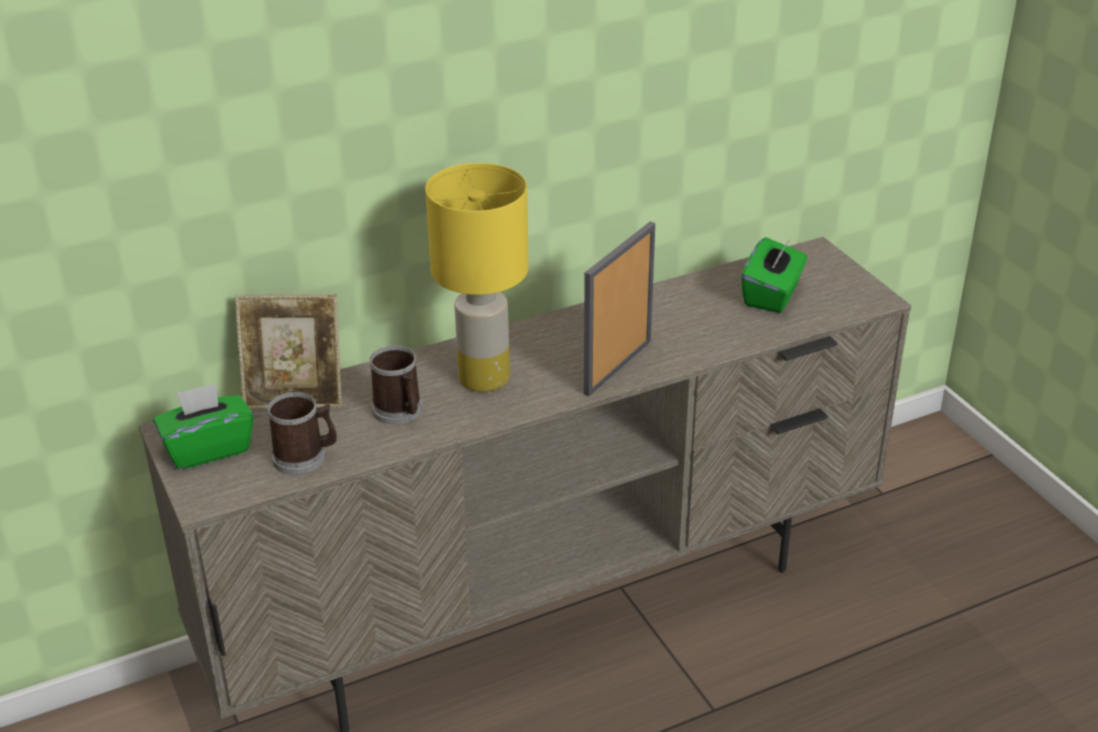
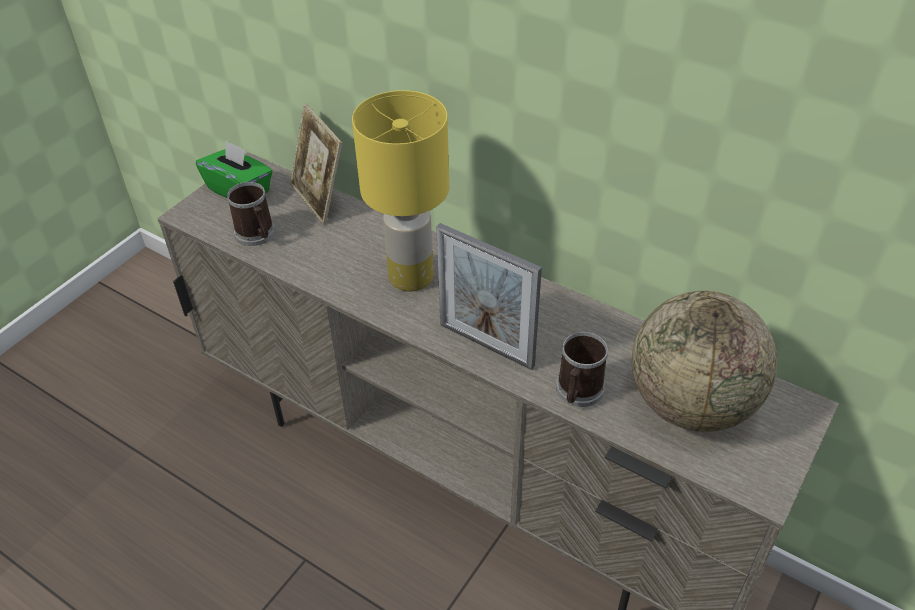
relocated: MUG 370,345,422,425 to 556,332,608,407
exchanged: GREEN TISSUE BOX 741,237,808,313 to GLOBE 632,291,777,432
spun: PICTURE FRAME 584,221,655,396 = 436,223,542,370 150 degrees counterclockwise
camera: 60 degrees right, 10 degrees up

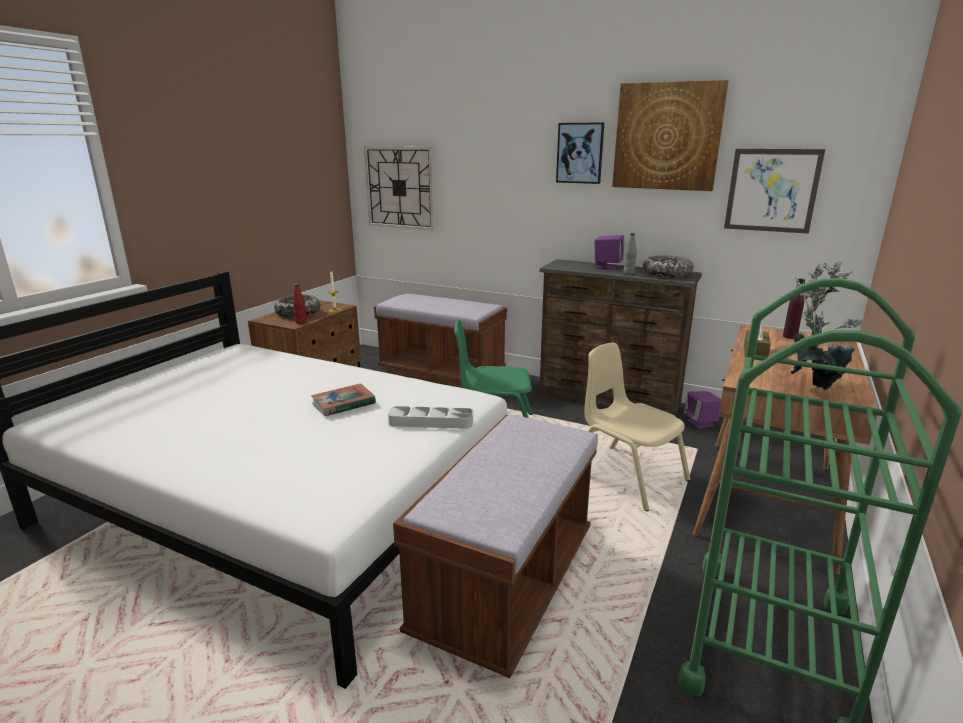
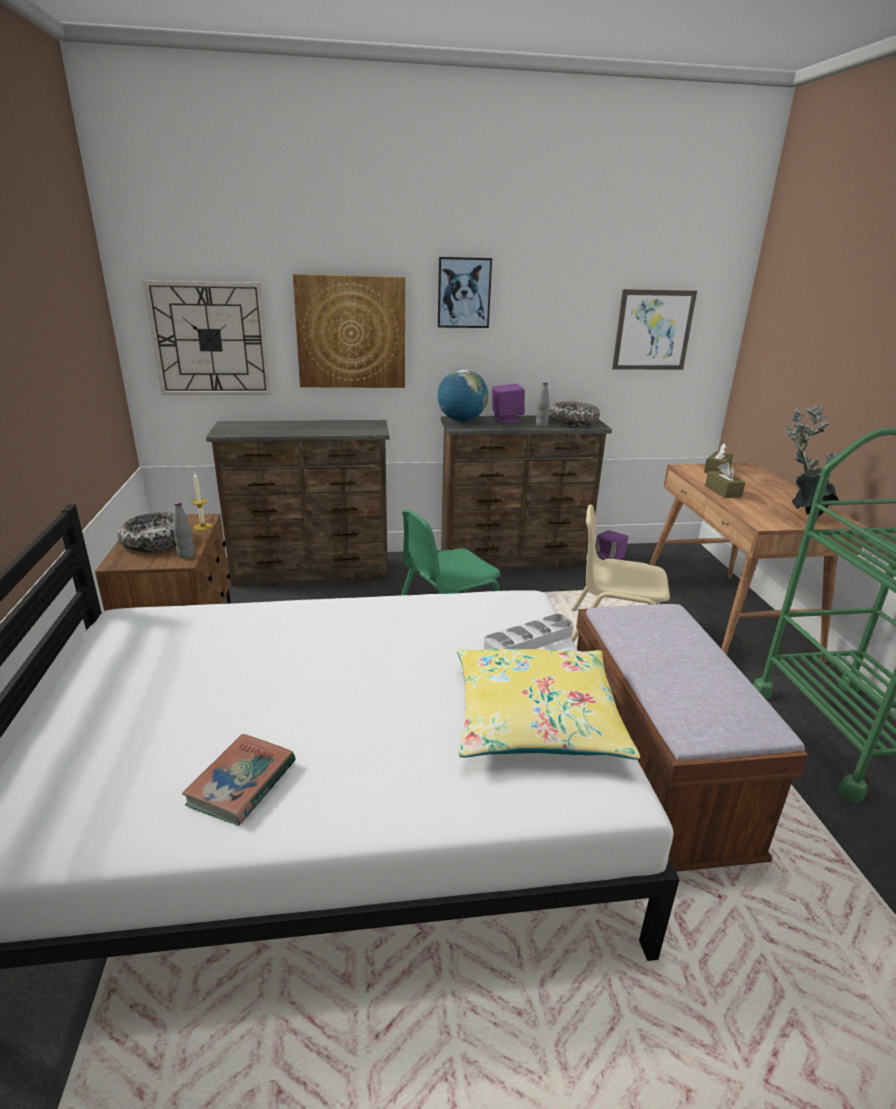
appeared: GLOBE 437,369,488,422; YELLOW PILLOW 457,649,640,760
relocated: BOOK 311,383,376,416 to 182,734,295,826; PICTURE 612,80,729,191 to 293,274,405,388
exchanged: BROWN BENCH 374,294,507,387 to BROWN DRESSER 206,420,389,587; PURPLE BOTTLE 783,279,805,339 to BROWN TISSUE BOX 704,443,733,473
colour: RED BOTTLE 293,284,307,324 to GREY BOTTLE 173,502,195,559
camera: 35 degrees left, 5 degrees up

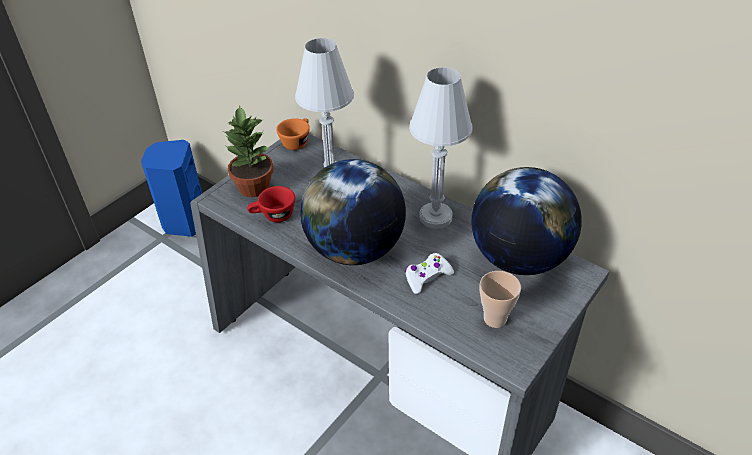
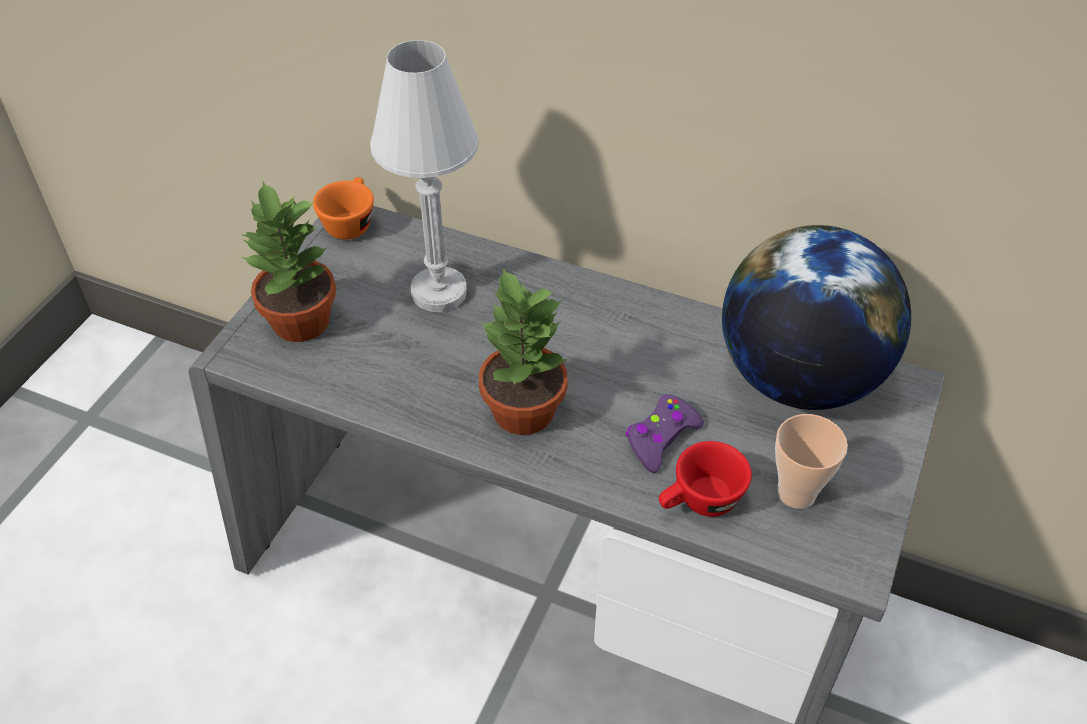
missing: BLUE SPEAKER 141,140,202,237; WHITE TABLE LAMP 409,67,473,229
relocated: RED CUP 247,186,295,222 to 659,441,752,517
exchanged: GLOBE 300,159,406,265 to POTTED PLANT 479,268,568,435
colour: WHITE GAME CONTROLLER 405,253,454,294 to PURPLE GAME CONTROLLER 626,394,704,473
camera: 15 degrees left, 5 degrees up

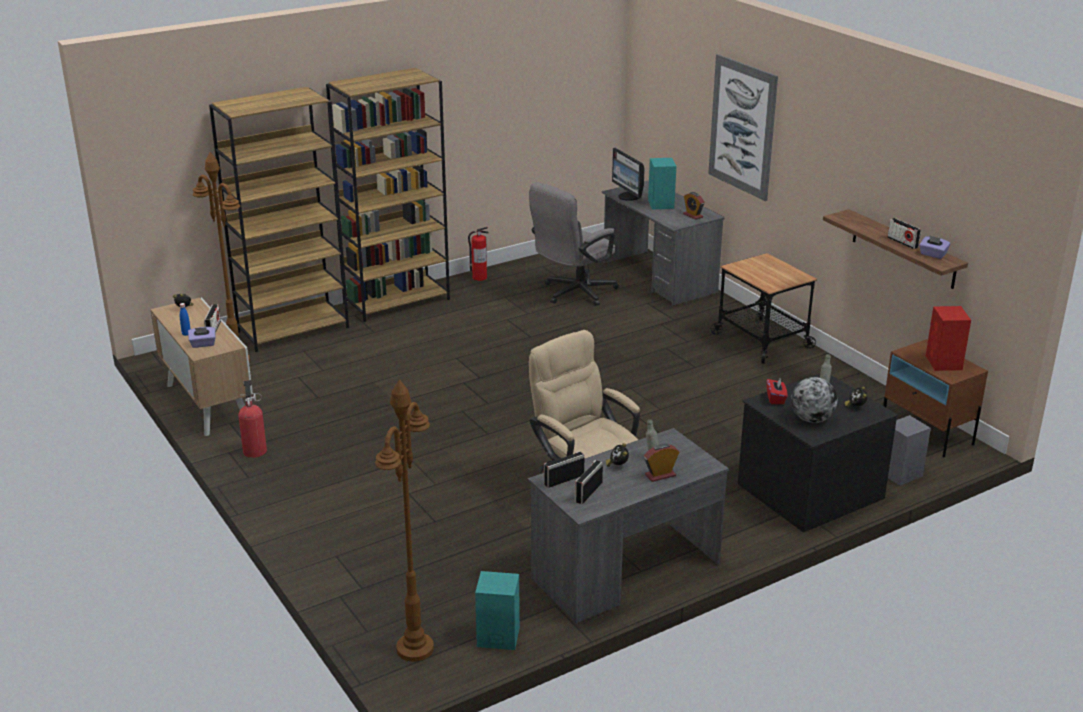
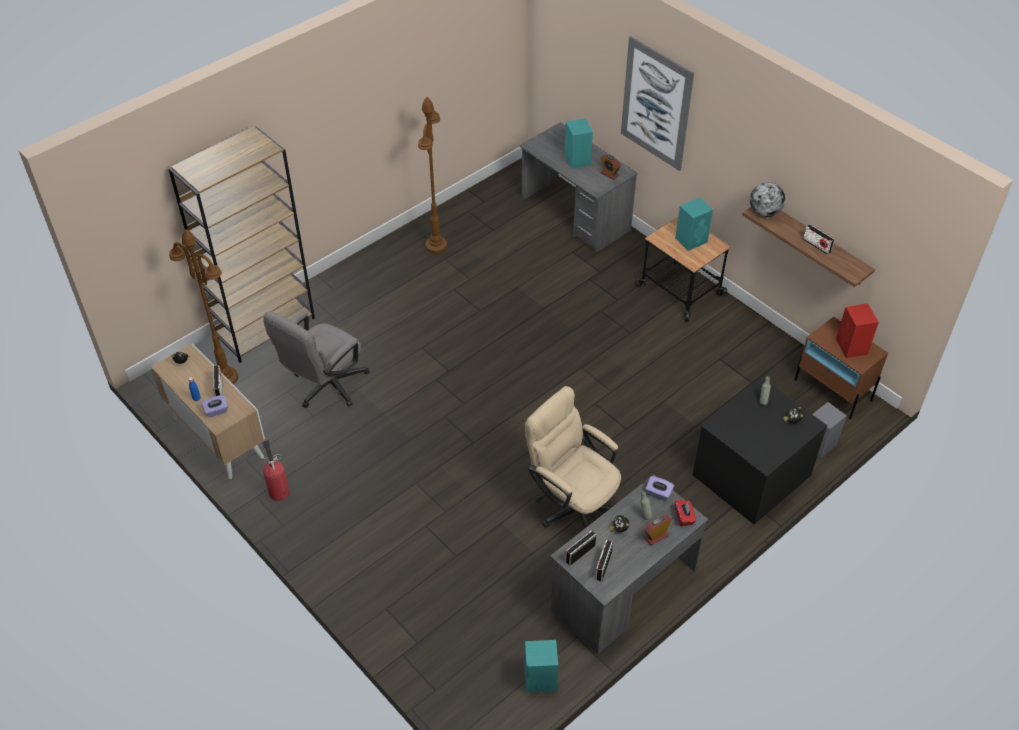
missing: BROWN BOOKCASE 326,68,450,322; FIRE EXTINGUISHER 468,227,488,281; MONITOR 612,148,645,201
appeared: TURQUOISE SPEAKER 675,197,713,251
relocated: GREY OFFICE CHAIR 529,182,619,306 to 263,311,370,408; BROWN FLOOR LAMP 375,380,434,662 to 418,97,447,253; PURPLE TISSUE BOX 919,235,950,259 to 645,476,674,501; RED TISSUE BOX 767,379,788,404 to 675,500,696,526; GLOBE 791,377,838,423 to 750,182,785,217
camera: 10 degrees left, 20 degrees up

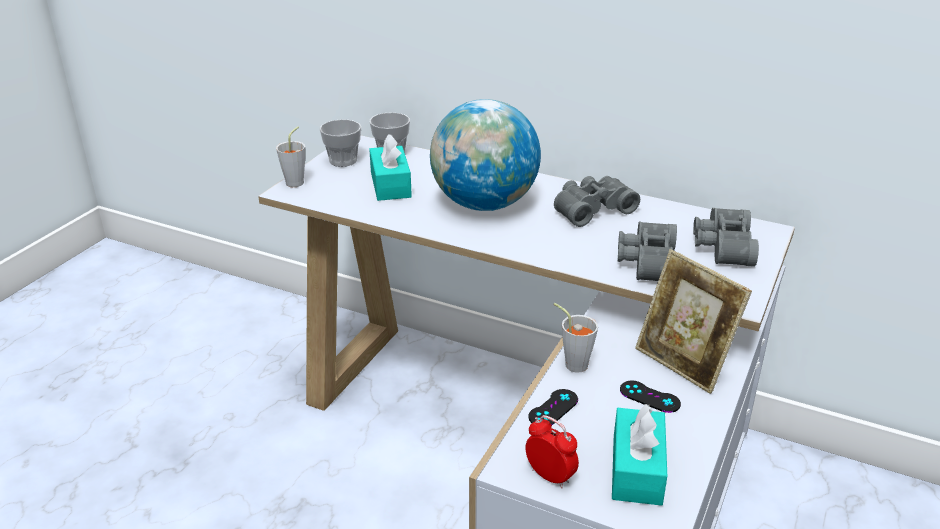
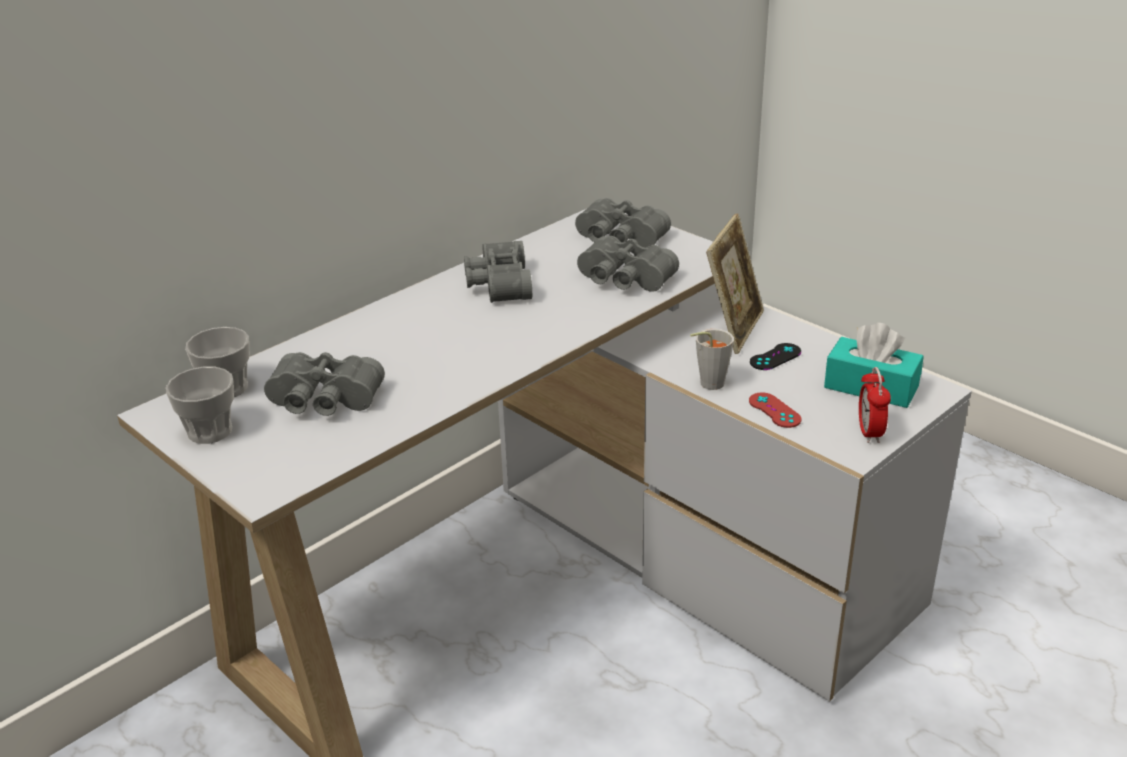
missing: GREY CUP 276,126,305,187; GLOBE 430,99,541,211
exchanged: TURQUOISE TISSUE BOX 369,134,412,201 to GREY BINOCULARS 264,352,385,416
colour: BLACK GAME CONTROLLER 529,389,578,425 to RED GAME CONTROLLER 749,392,802,428
spun: PICTURE FRAME 635,249,752,394 = 706,213,764,354 45 degrees counterclockwise; ALARM CLOCK 526,415,579,489 = 859,367,891,443 60 degrees counterclockwise
camera: 70 degrees left, 0 degrees up

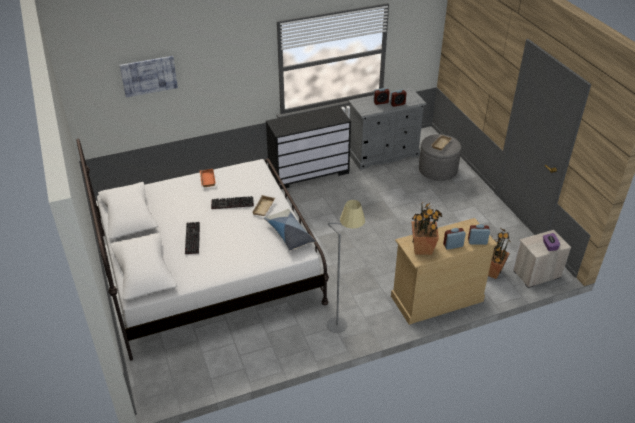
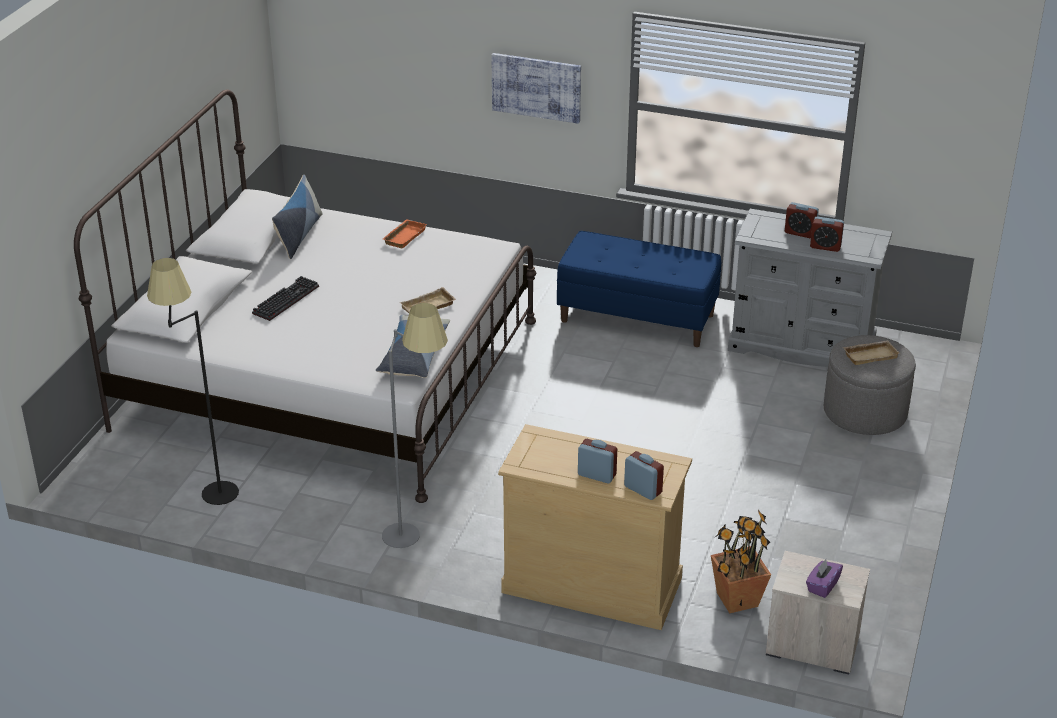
missing: KEYBOARD 211,196,254,209; POTTED PLANT 411,202,442,255
appeared: BLACK FLOOR LAMP 147,258,239,505; PILLOW 272,175,323,259
relocated: PICTURE 119,56,178,97 to 491,53,581,124
exchanged: BLACK DRESSER 266,106,351,189 to BLUE BENCH 557,231,721,347
camera: 40 degrees right, 5 degrees down

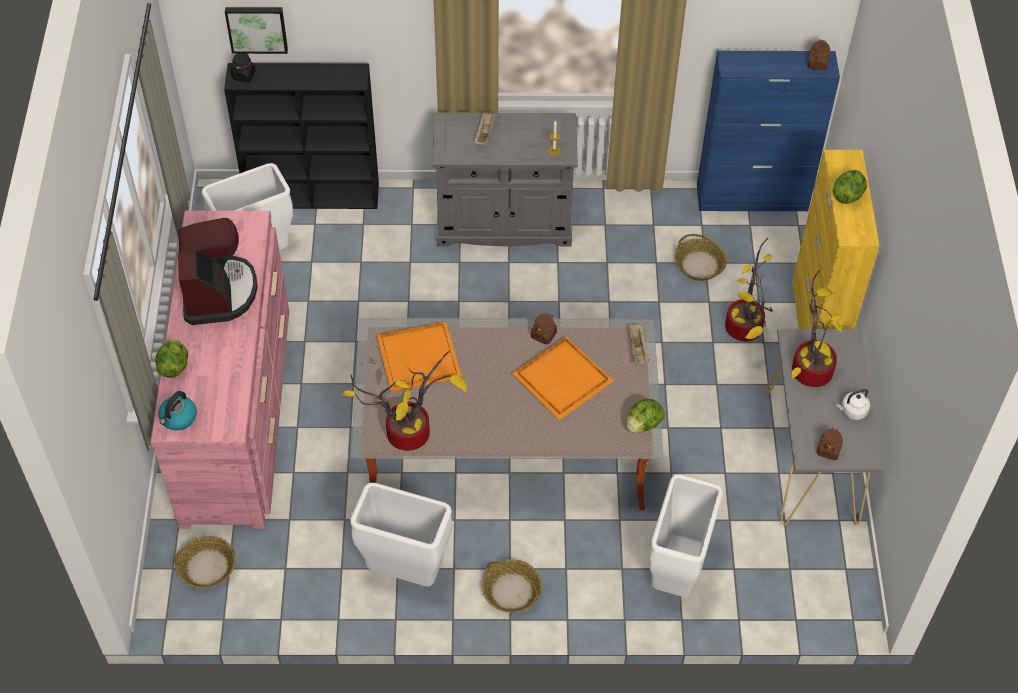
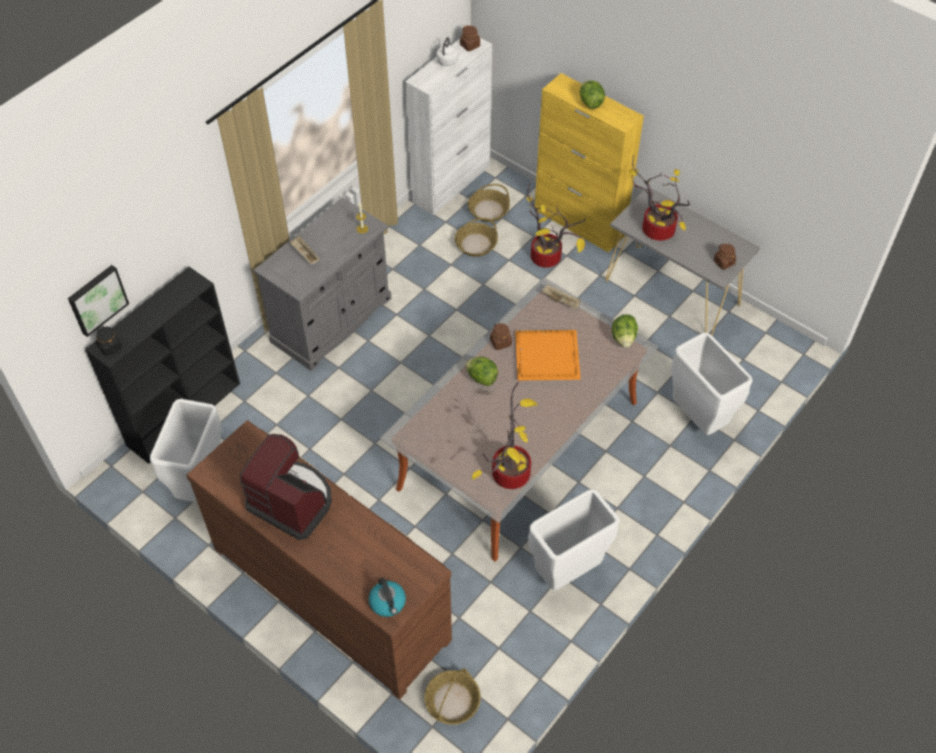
missing: ORANGE TRAY 377,322,462,392
relocated: WHITE KETTLE 836,389,870,420 to 437,37,458,66; LETTUCE 155,339,188,378 to 465,357,498,386; BASKET 482,559,542,613 to 468,184,510,222
colour: PINK DRESSER 150,211,289,529 to BROWN DRESSER 186,420,452,699; BLUE CABINET 697,51,840,211 to WHITE CABINET 405,38,492,215
camera: 50 degrees left, 0 degrees up

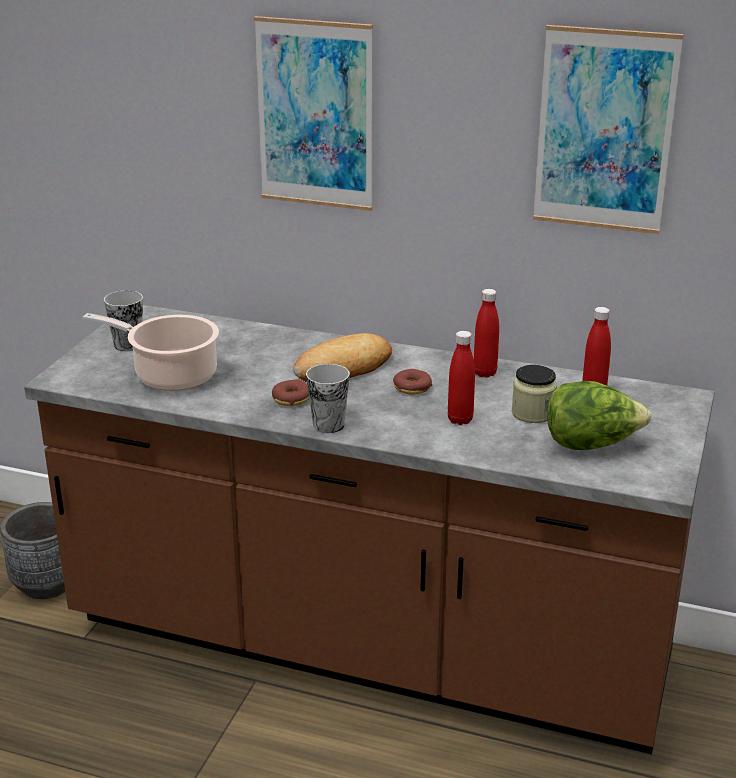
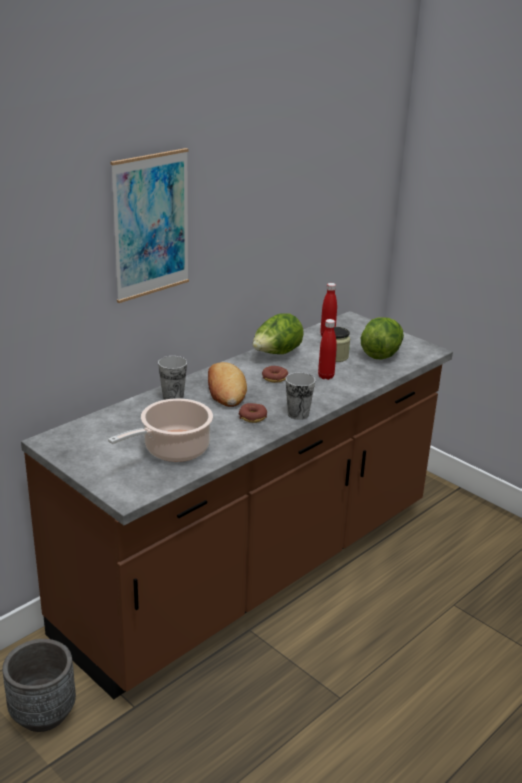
missing: PICTURE 533,25,684,234
relocated: CUP 104,290,143,351 to 158,356,187,400
exchanged: RED BOTTLE 474,289,499,378 to LETTUCE 253,313,304,354
camera: 65 degrees left, 0 degrees up

